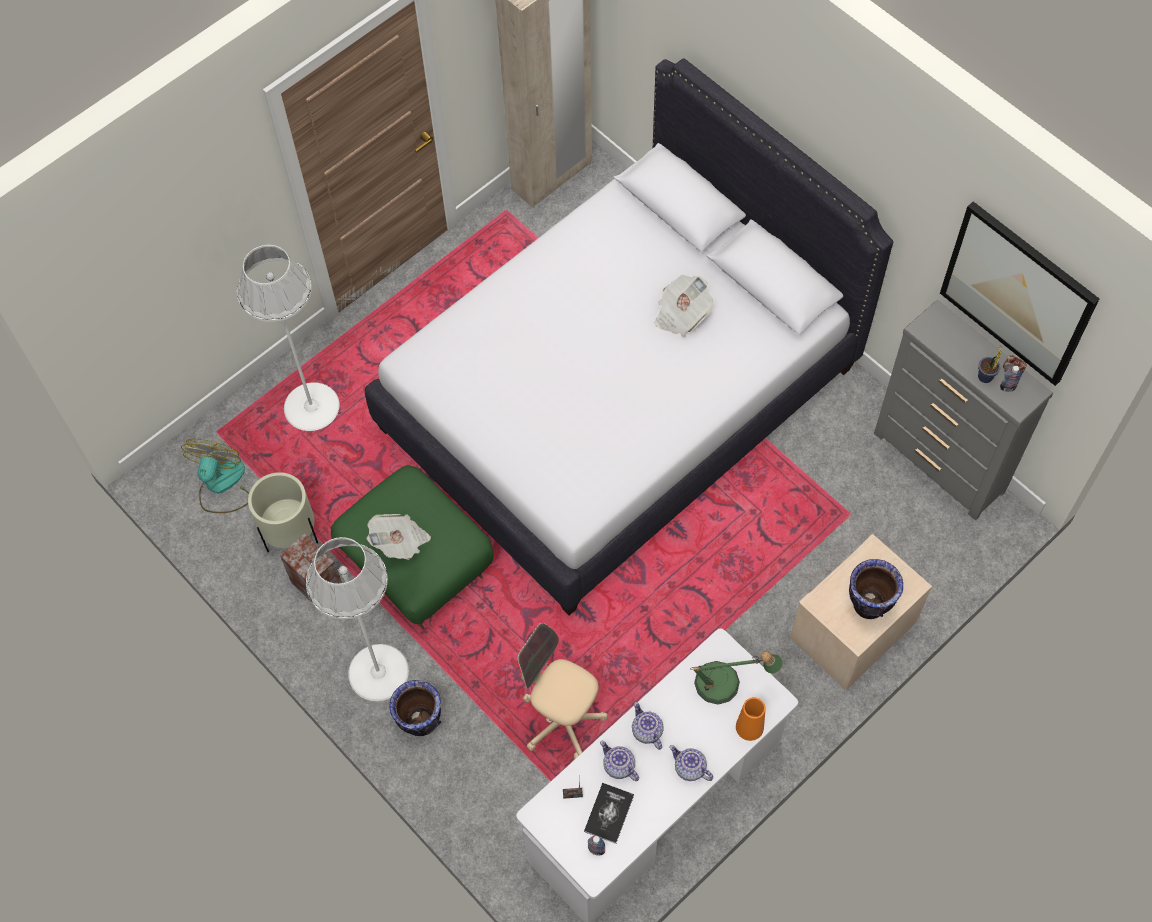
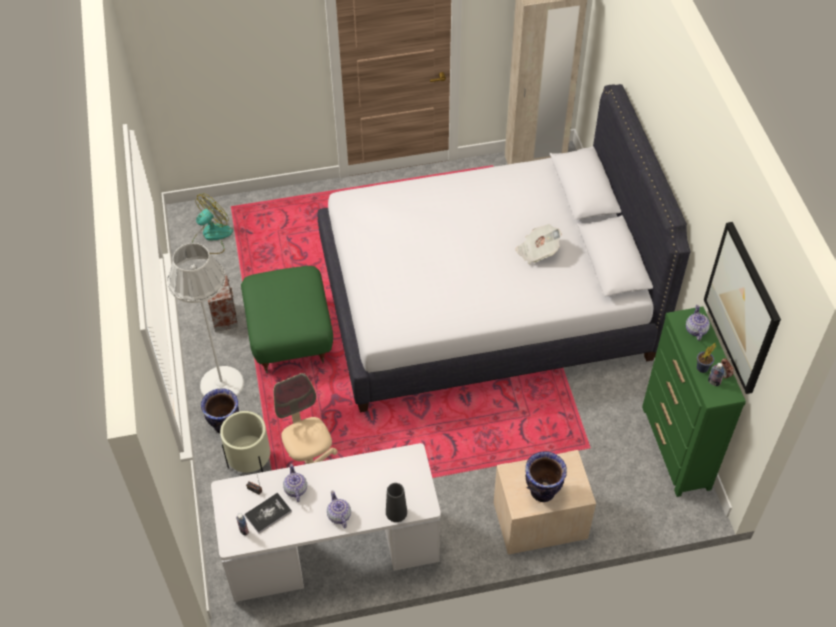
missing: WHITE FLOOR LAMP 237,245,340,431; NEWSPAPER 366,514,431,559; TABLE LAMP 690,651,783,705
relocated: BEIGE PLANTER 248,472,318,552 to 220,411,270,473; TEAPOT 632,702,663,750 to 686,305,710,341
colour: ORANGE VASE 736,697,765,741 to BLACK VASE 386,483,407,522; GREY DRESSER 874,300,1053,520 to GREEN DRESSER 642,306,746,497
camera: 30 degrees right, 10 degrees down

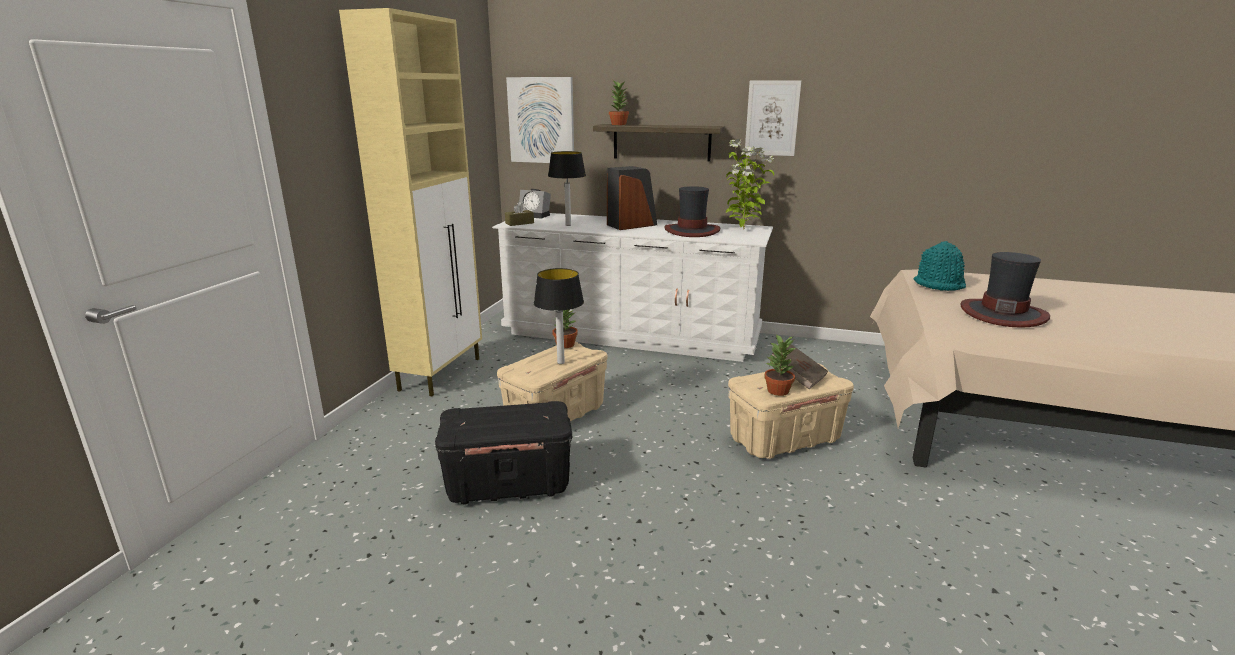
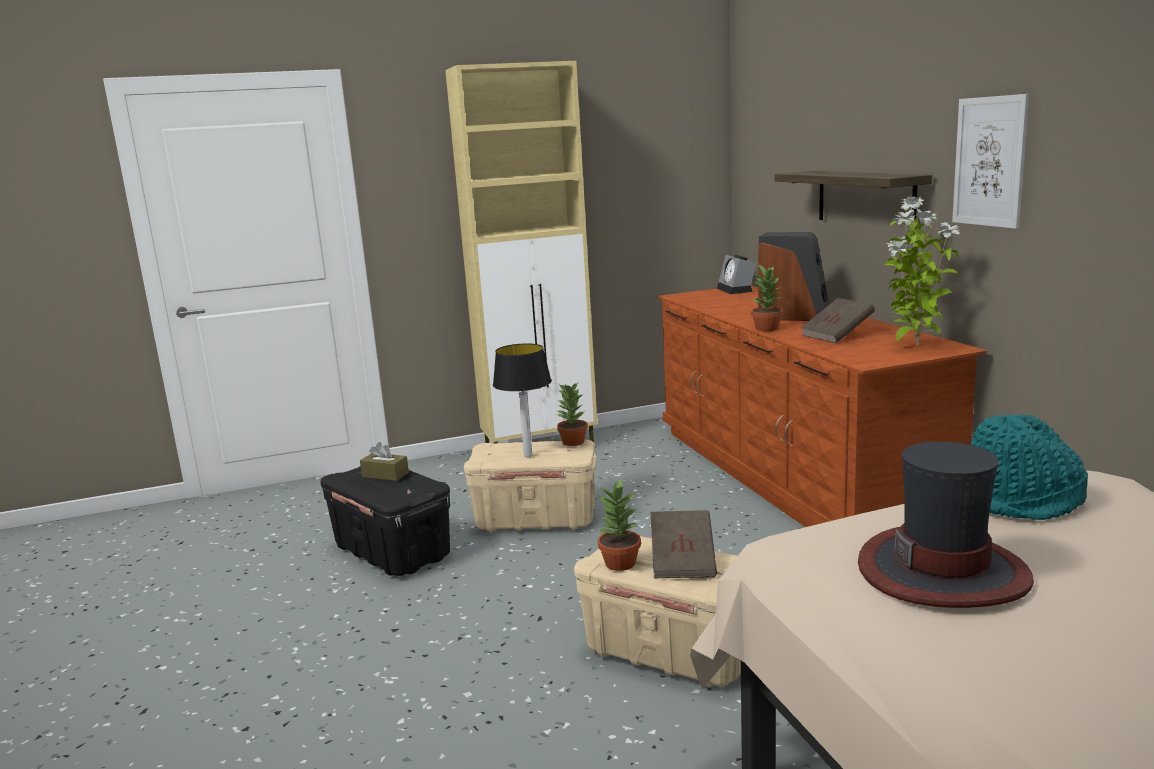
missing: PICTURE 506,77,574,163; TABLE LAMP 548,151,586,226
relocated: BROWN TISSUE BOX 505,202,534,226 to 360,442,409,481; POTTED PLANT 609,81,629,125 to 751,265,783,331
exchanged: HAT 664,186,720,237 to BROWN BOOK 800,298,875,343
colour: WHITE DRESSER 492,213,773,362 to BROWN DRESSER 657,286,987,527
camera: 55 degrees right, 5 degrees down

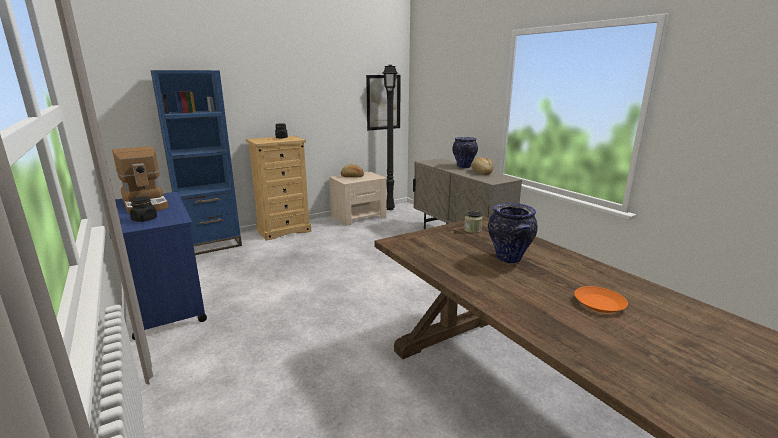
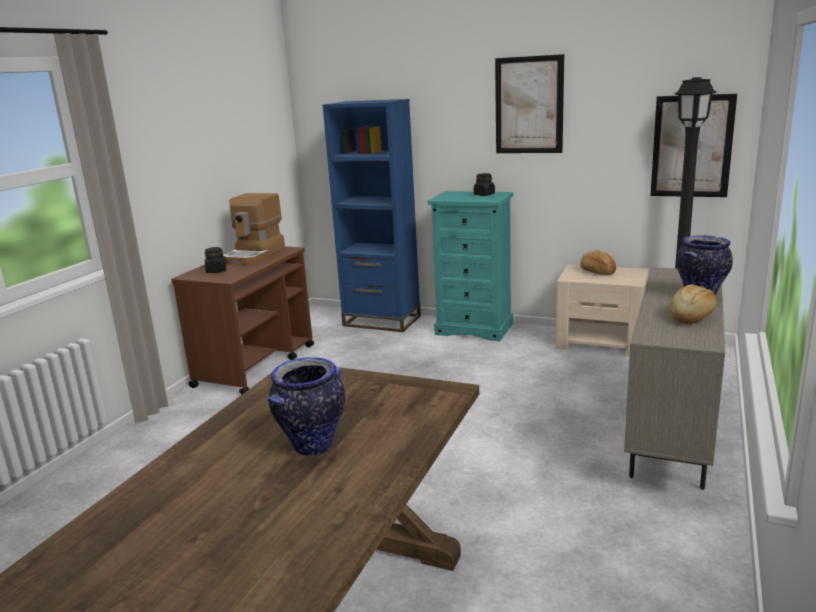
missing: JAR 464,211,482,233; ORANGE PLATE 574,286,628,313
appeared: PICTURE 495,54,564,153
colour: BLUE CART 110,192,207,340 to BROWN CART 171,247,314,395; BEIGE DRESSER 246,135,311,241 to TURQUOISE DRESSER 428,191,513,341
camera: 55 degrees right, 0 degrees up

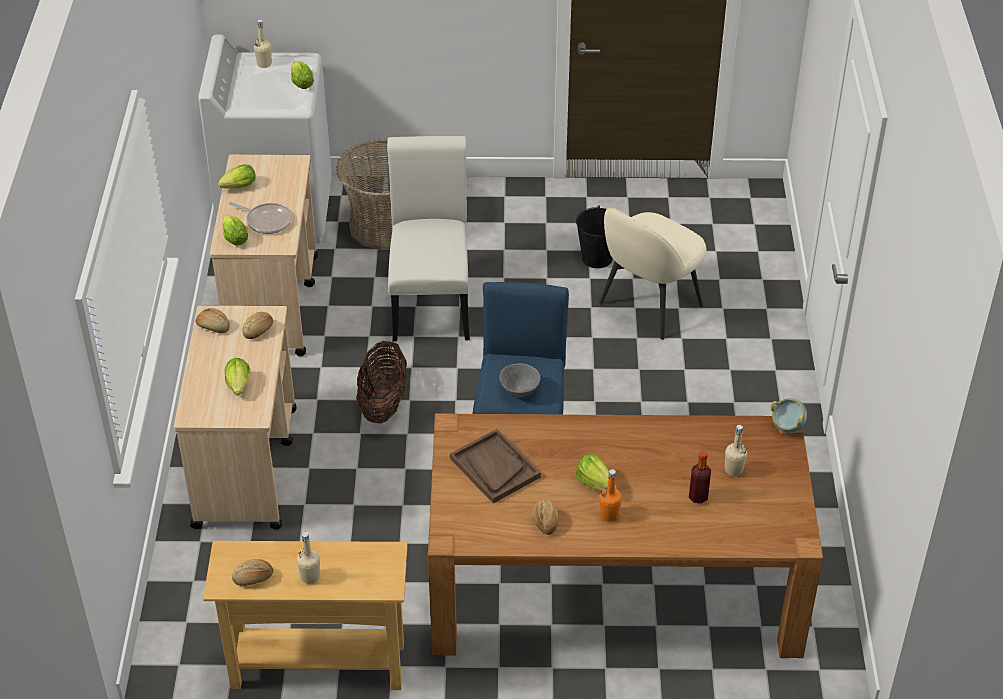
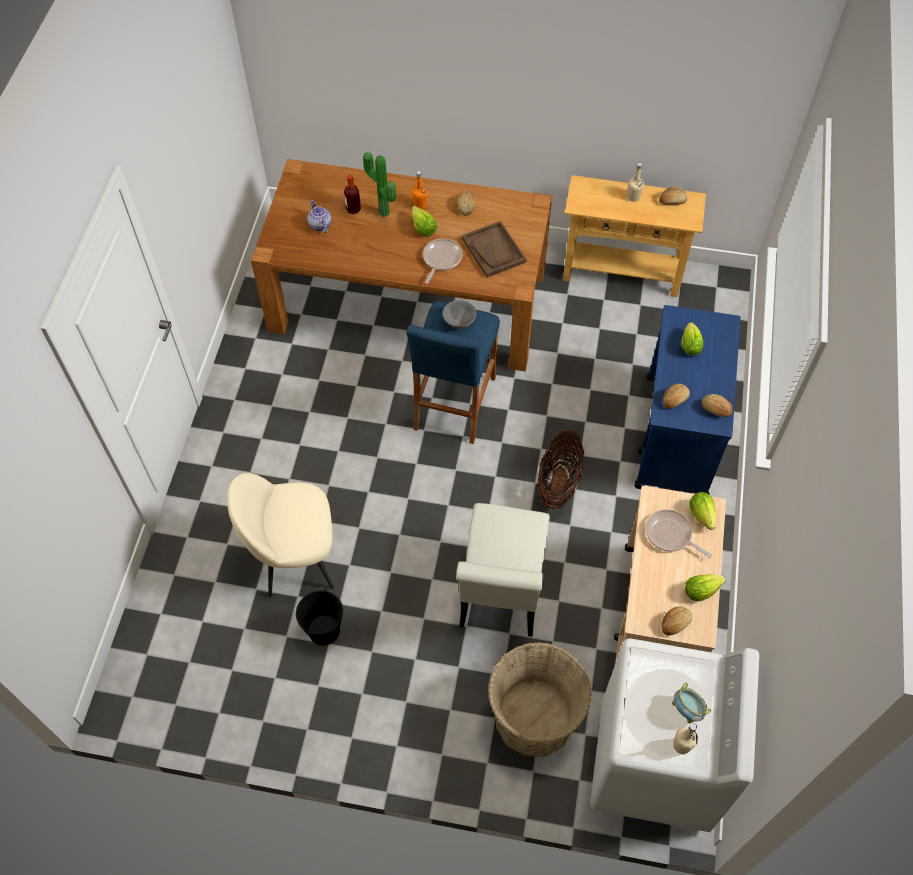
missing: LETTUCE 291,61,314,89
appeared: POTTED PLANT 363,152,396,217; FRYING PAN 423,238,463,284; BREAD 662,606,692,635
relocated: BOWL 770,398,807,433 to 672,683,711,723
exchanged: BEIGE BOTTLE 724,425,747,477 to TEAPOT 307,200,332,233
colour: BEIGE CART 174,305,297,530 to BLUE CART 634,305,740,494
spun: BEIGE CHAIR 599,208,706,340 = 227,473,334,598 150 degrees counterclockwise
camera: 170 degrees left, 15 degrees up

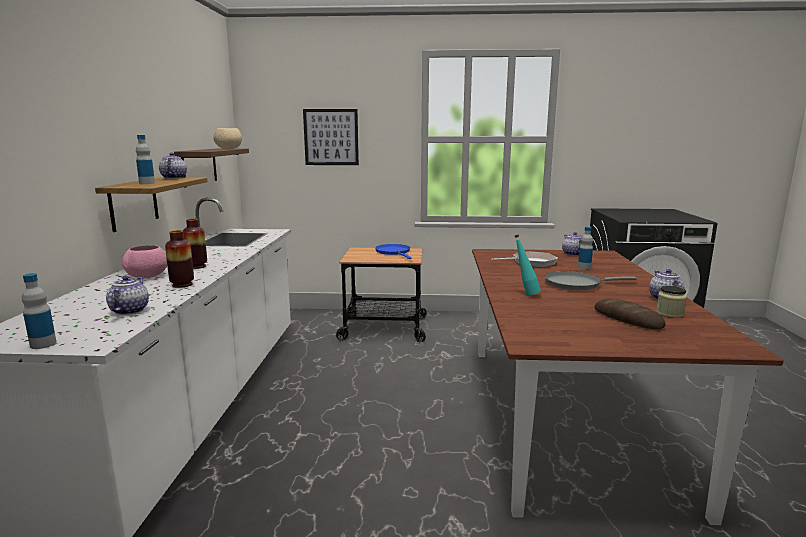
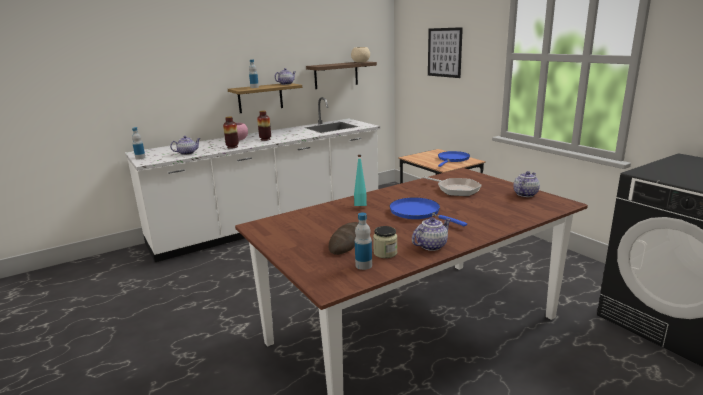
relocated: BOTTLE 578,226,593,269 to 355,213,372,270
colour: GREY FRYING PAN 545,271,637,290 to BLUE FRYING PAN 389,198,467,226
camera: 55 degrees right, 5 degrees up

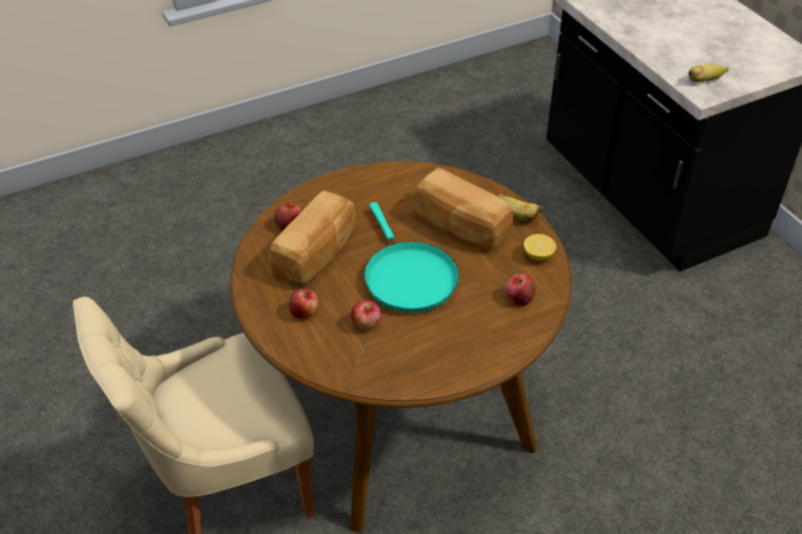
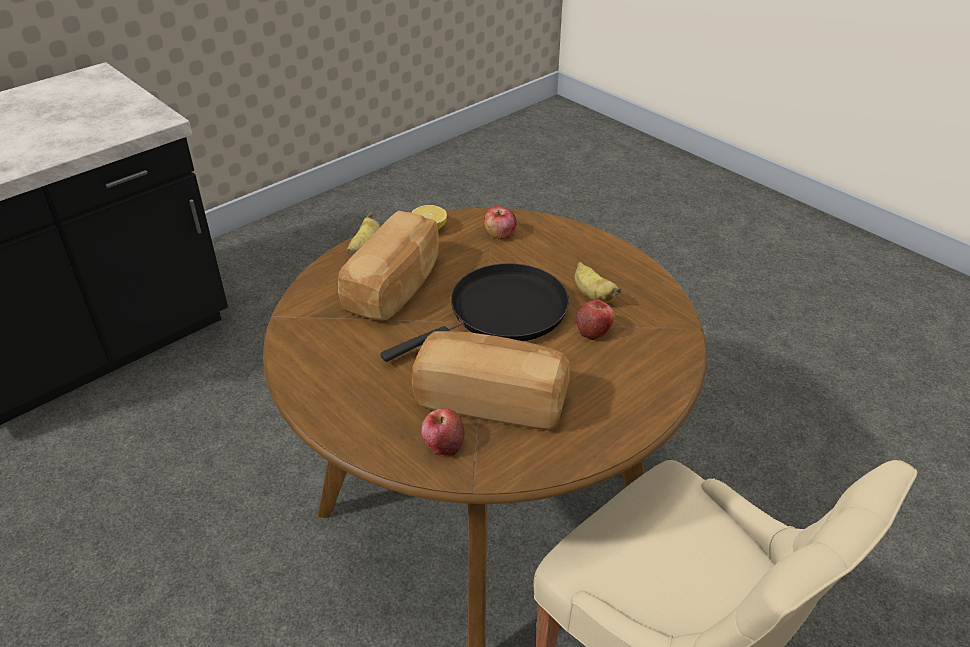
missing: APPLE 289,289,318,319
relocated: BANANA 689,64,729,82 to 575,262,621,303
colour: TURQUOISE FRYING PAN 364,202,459,313 to BLACK FRYING PAN 380,264,569,362
camera: 105 degrees left, 5 degrees down

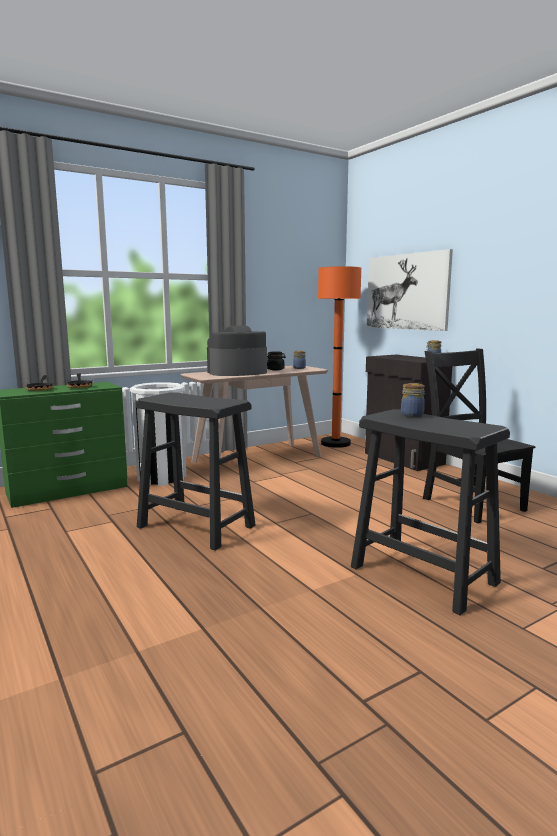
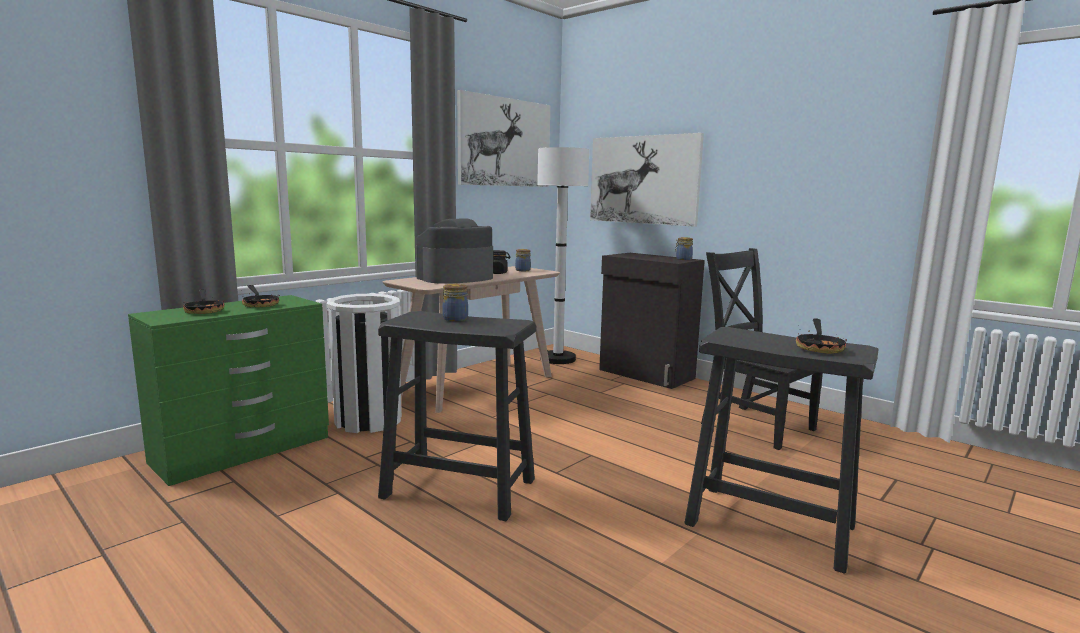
appeared: PICTURE 457,90,550,187; FRYING PAN 796,318,847,354
relocated: JAR 401,383,425,417 to 443,284,468,321
colour: ORANGE FLOOR LAMP 318,266,361,448 to WHITE FLOOR LAMP 537,147,589,364
camera: 15 degrees left, 0 degrees up

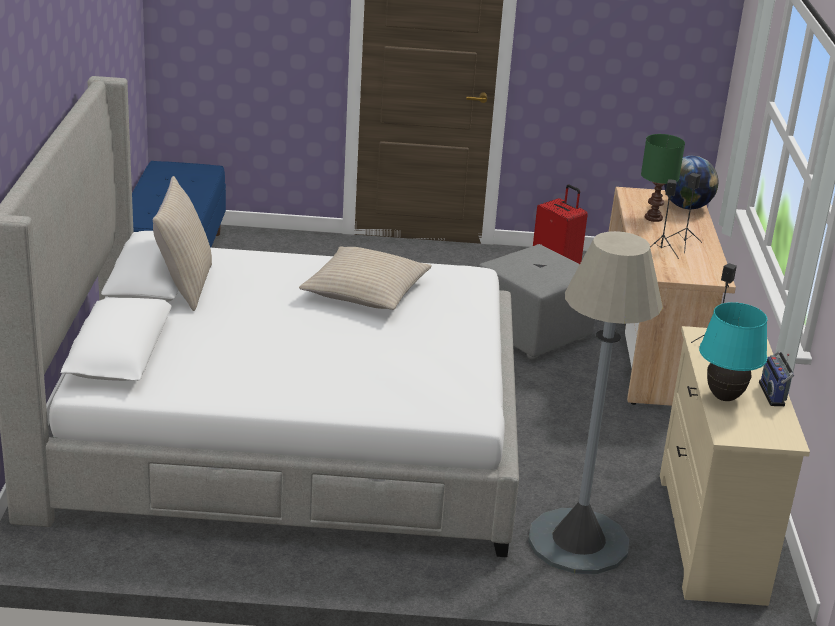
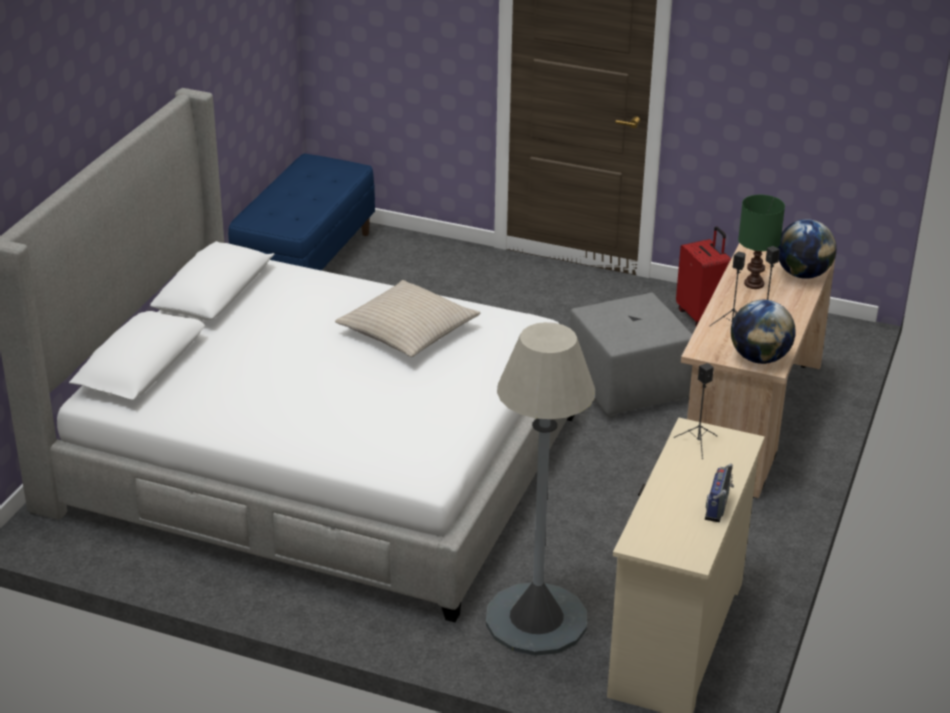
missing: BEIGE PILLOW 153,176,212,311; TURQUOISE TABLE LAMP 699,302,767,401
appeared: GLOBE 731,300,796,364
camera: 20 degrees right, 5 degrees up

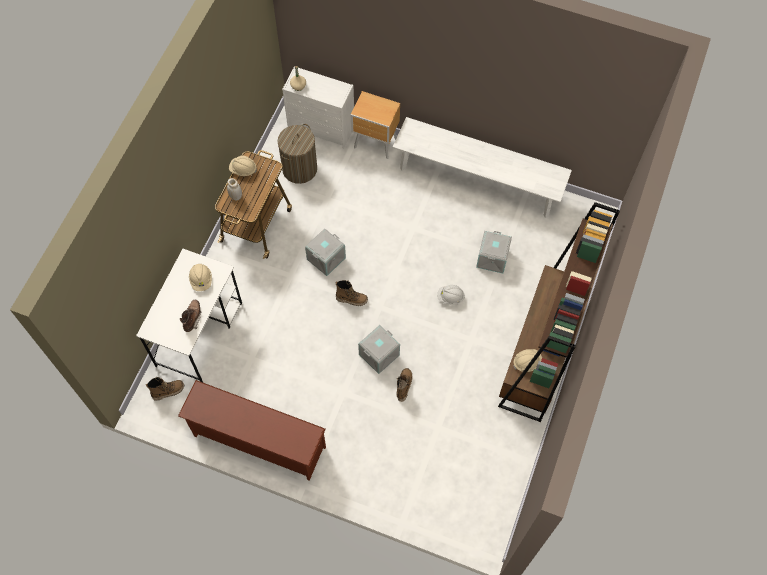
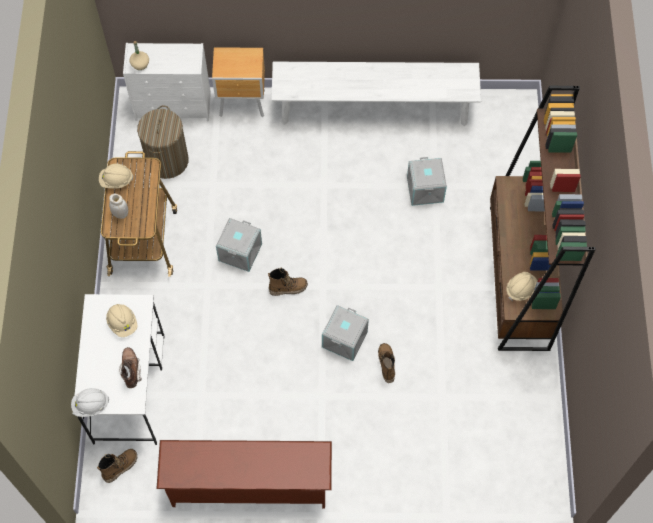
relocated: WHITE HARD HAT 437,285,465,305 to 71,388,109,417
camera: 20 degrees left, 0 degrees up

